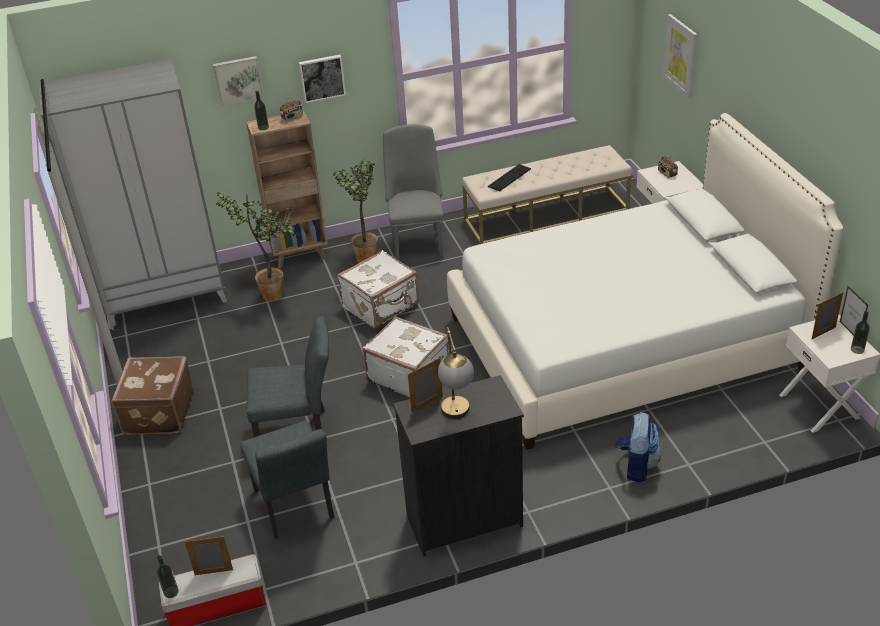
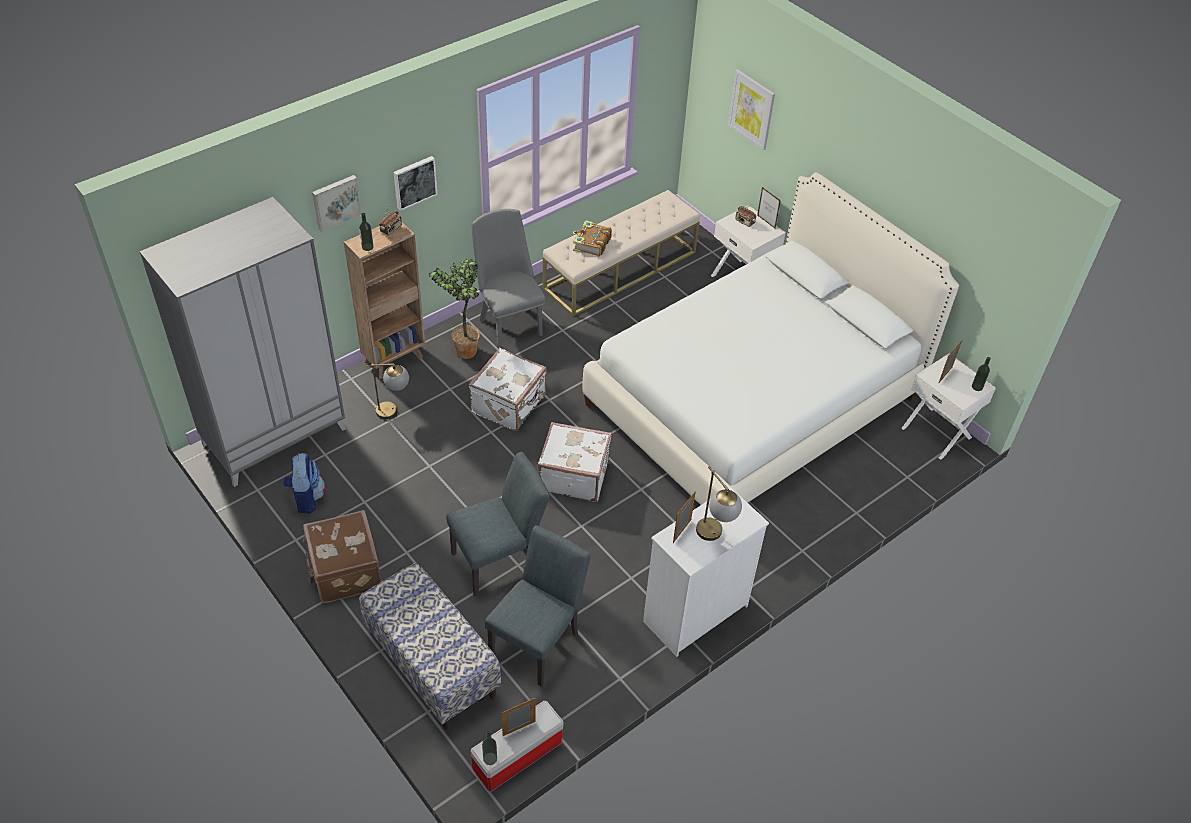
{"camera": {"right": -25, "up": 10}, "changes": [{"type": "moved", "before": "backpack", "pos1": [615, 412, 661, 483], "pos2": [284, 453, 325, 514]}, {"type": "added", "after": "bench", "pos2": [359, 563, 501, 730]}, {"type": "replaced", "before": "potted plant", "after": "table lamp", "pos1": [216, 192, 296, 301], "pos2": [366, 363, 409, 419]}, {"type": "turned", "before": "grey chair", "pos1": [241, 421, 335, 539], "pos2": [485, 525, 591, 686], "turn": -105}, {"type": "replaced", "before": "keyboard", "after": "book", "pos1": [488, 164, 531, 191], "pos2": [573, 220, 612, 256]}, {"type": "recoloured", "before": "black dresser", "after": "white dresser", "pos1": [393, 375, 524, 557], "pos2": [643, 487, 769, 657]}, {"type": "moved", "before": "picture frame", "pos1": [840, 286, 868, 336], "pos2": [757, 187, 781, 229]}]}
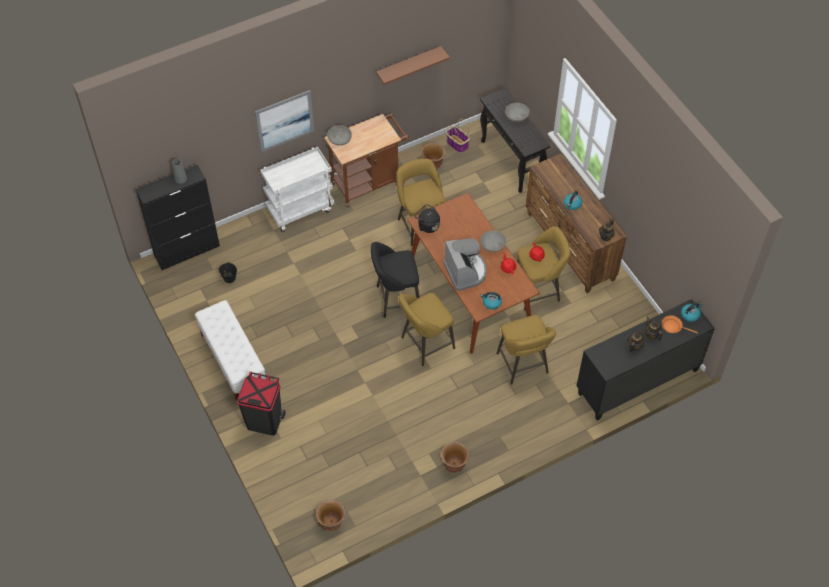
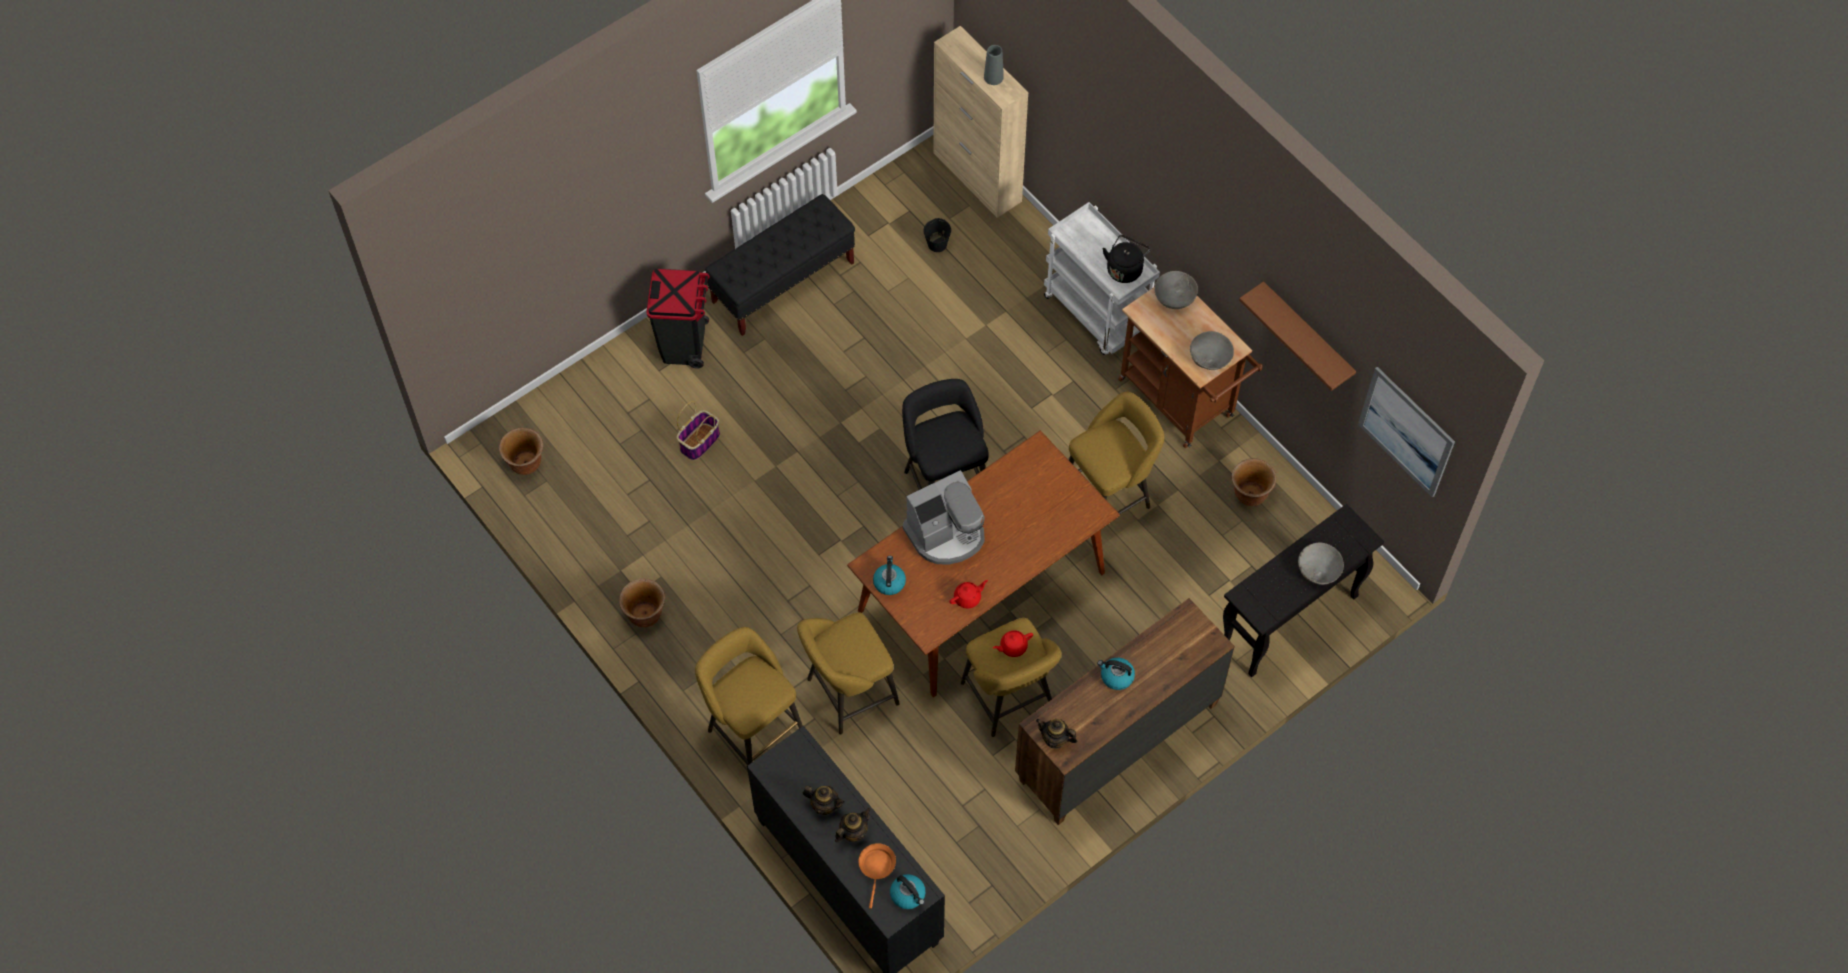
{"camera": {"right": 80, "up": 5}, "changes": [{"type": "moved", "before": "basket", "pos1": [446, 119, 470, 153], "pos2": [677, 401, 720, 460]}, {"type": "moved", "before": "yellow stool", "pos1": [398, 293, 455, 366], "pos2": [695, 627, 803, 765]}, {"type": "recoloured", "before": "white bench", "after": "black bench", "pos1": [195, 300, 266, 402], "pos2": [705, 194, 855, 336]}, {"type": "recoloured", "before": "black cabinet", "after": "beige cabinet", "pos1": [136, 165, 220, 270], "pos2": [933, 26, 1028, 218]}, {"type": "moved", "before": "black kettle", "pos1": [414, 204, 440, 233], "pos2": [1103, 235, 1150, 283]}, {"type": "moved", "before": "grey bowl", "pos1": [480, 230, 507, 252], "pos2": [1190, 331, 1234, 370]}, {"type": "moved", "before": "picture", "pos1": [255, 90, 314, 152], "pos2": [1358, 367, 1455, 498]}]}
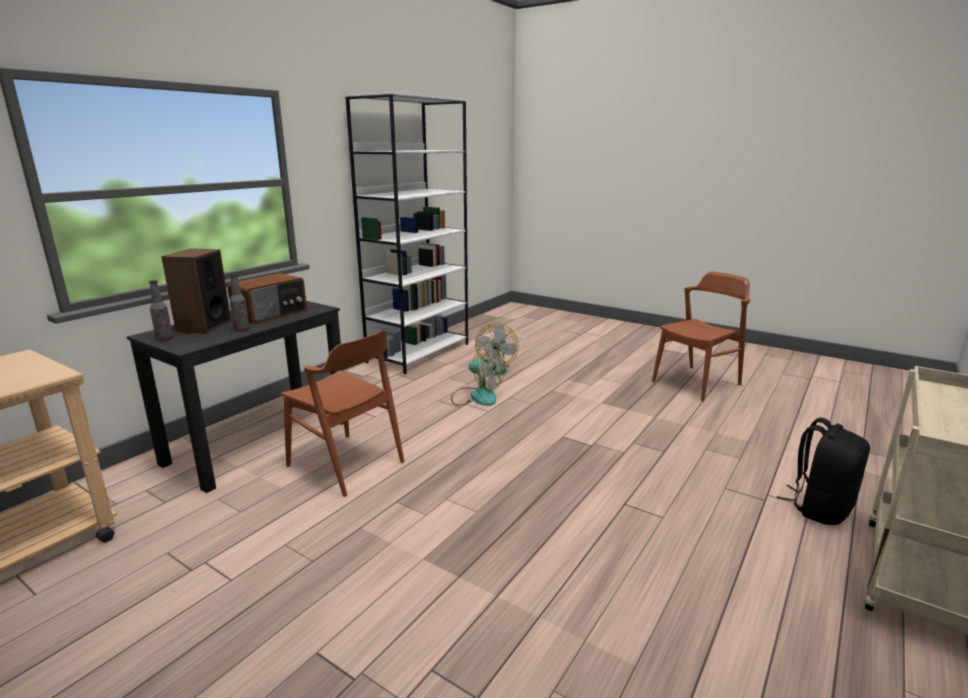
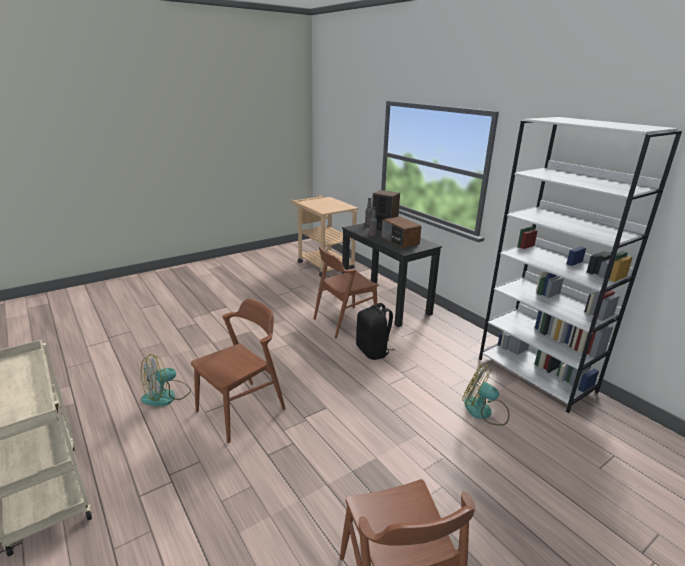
{"camera": {"right": 110, "up": 5}, "changes": [{"type": "moved", "before": "fan", "pos1": [451, 342, 505, 406], "pos2": [141, 354, 191, 406]}, {"type": "added", "after": "brown chair", "pos2": [191, 299, 286, 443]}, {"type": "moved", "before": "black backpack", "pos1": [777, 418, 870, 525], "pos2": [356, 303, 395, 360]}]}
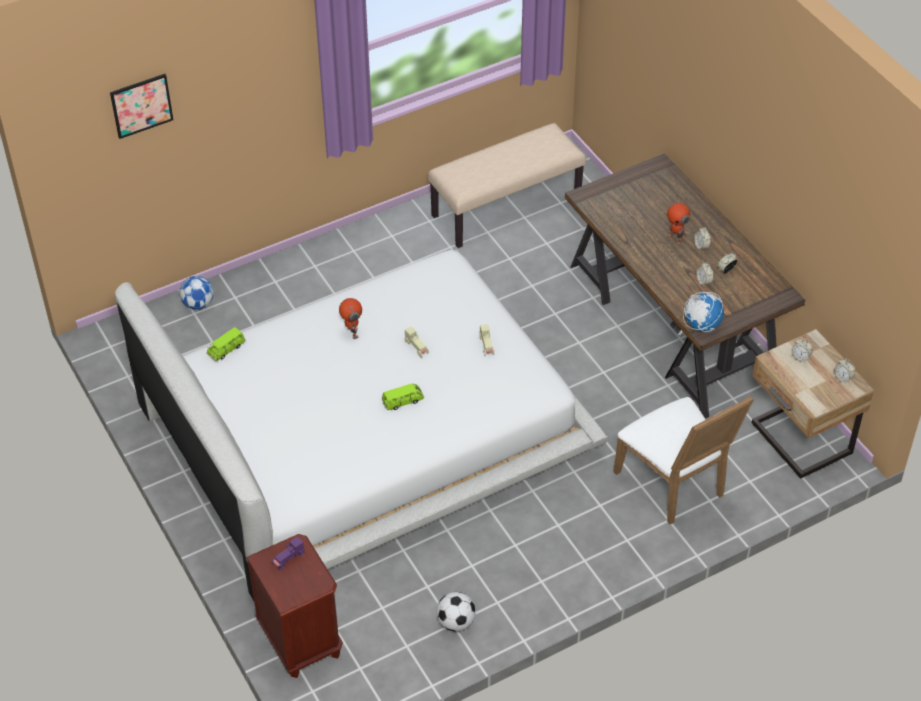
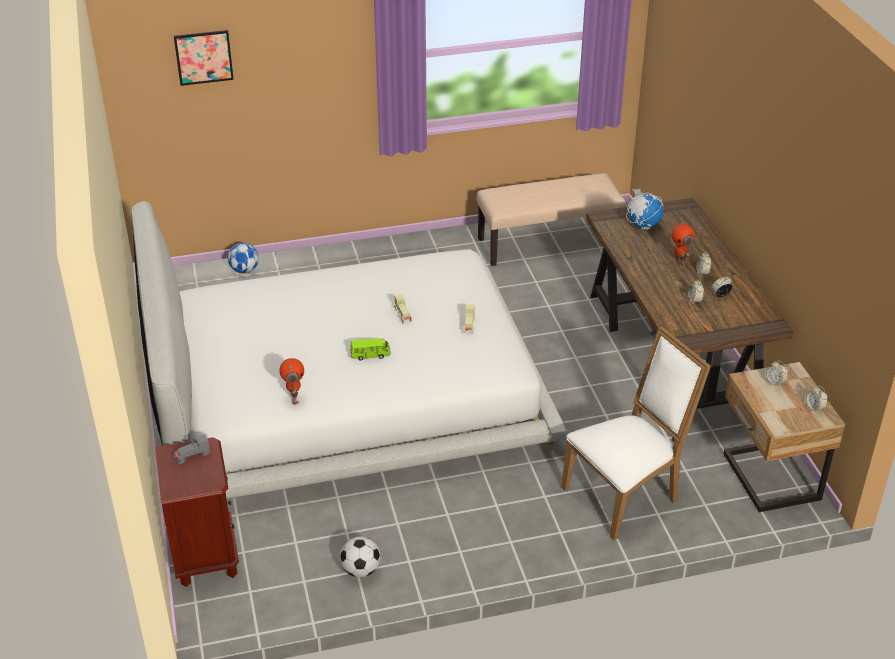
{"camera": {"right": 15, "up": -10}, "changes": [{"type": "recoloured", "before": "purple toy car", "after": "grey toy car", "pos1": [271, 537, 305, 570], "pos2": [174, 435, 210, 464]}, {"type": "moved", "before": "toy robot", "pos1": [339, 298, 362, 339], "pos2": [279, 358, 304, 404]}, {"type": "turned", "before": "white chair", "pos1": [613, 396, 754, 525], "pos2": [561, 326, 711, 541], "turn": -105}, {"type": "moved", "before": "globe", "pos1": [683, 292, 724, 332], "pos2": [626, 189, 664, 230]}, {"type": "removed", "before": "green toy car", "pos1": [207, 327, 245, 361]}]}
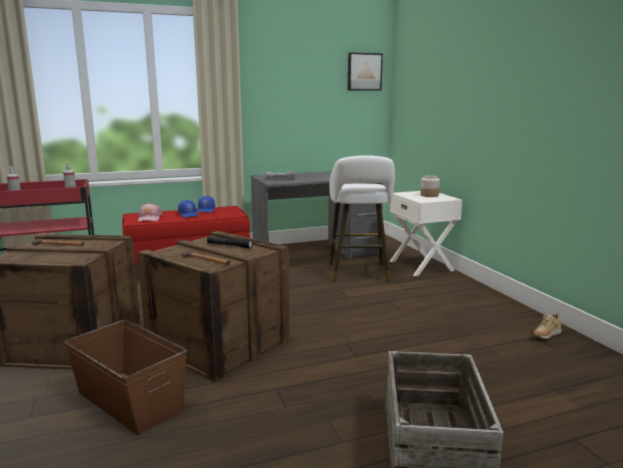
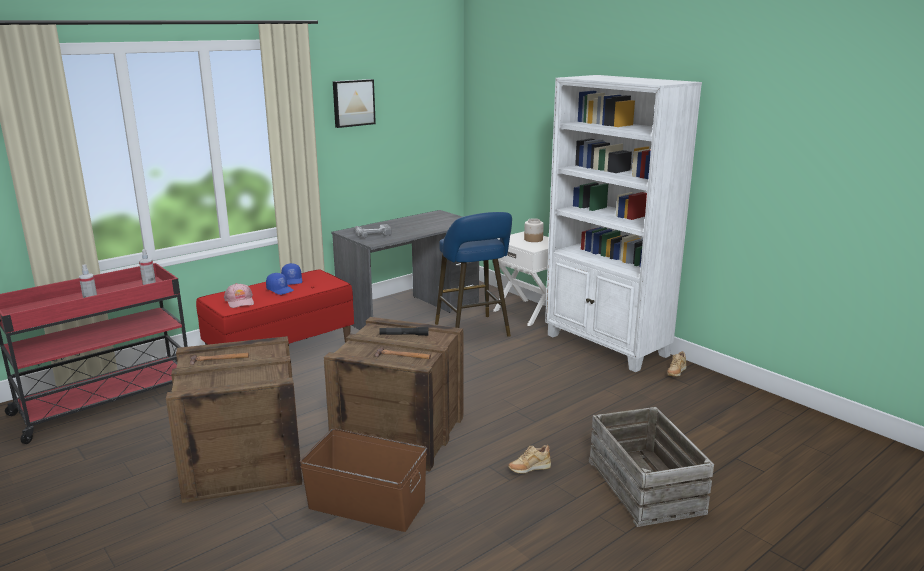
{"camera": {"right": -20, "up": 5}, "changes": [{"type": "moved", "before": "picture", "pos1": [348, 52, 383, 91], "pos2": [333, 79, 376, 128]}, {"type": "recoloured", "before": "white stool", "after": "blue stool", "pos1": [329, 155, 395, 282], "pos2": [435, 212, 512, 337]}, {"type": "added", "after": "beige shoe", "pos2": [508, 445, 551, 474]}, {"type": "added", "after": "white bookcase", "pos2": [545, 75, 702, 372]}]}
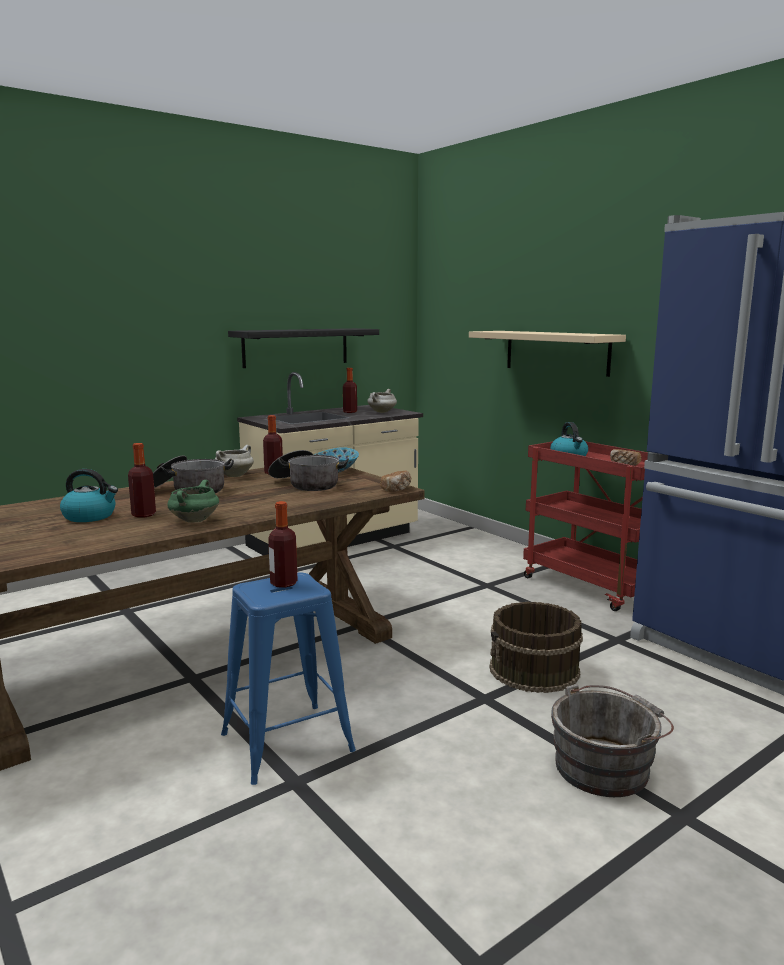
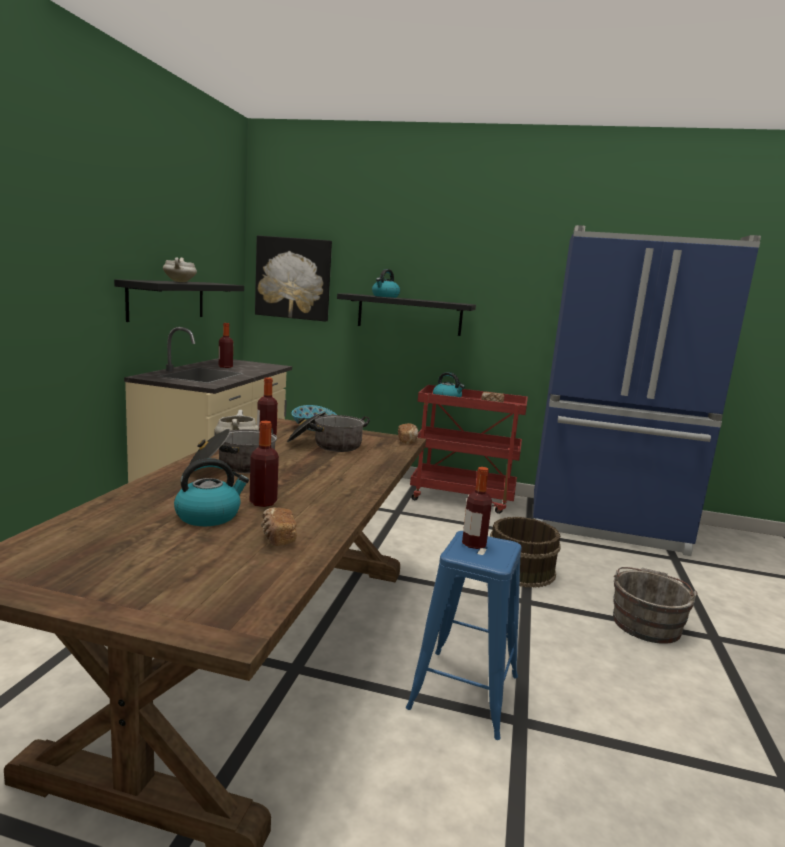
{"camera": {"right": -40, "up": 0}, "changes": [{"type": "moved", "before": "white cooking pot", "pos1": [367, 389, 397, 413], "pos2": [163, 257, 197, 282]}, {"type": "added", "after": "picture", "pos2": [255, 236, 332, 322]}, {"type": "added", "after": "bread", "pos2": [261, 507, 297, 546]}, {"type": "recoloured", "before": "beige shelf", "after": "black shelf", "pos1": [469, 331, 626, 377], "pos2": [337, 294, 476, 336]}, {"type": "added", "after": "kettle", "pos2": [372, 269, 400, 298]}, {"type": "removed", "before": "green cooking pot", "pos1": [167, 480, 219, 523]}]}
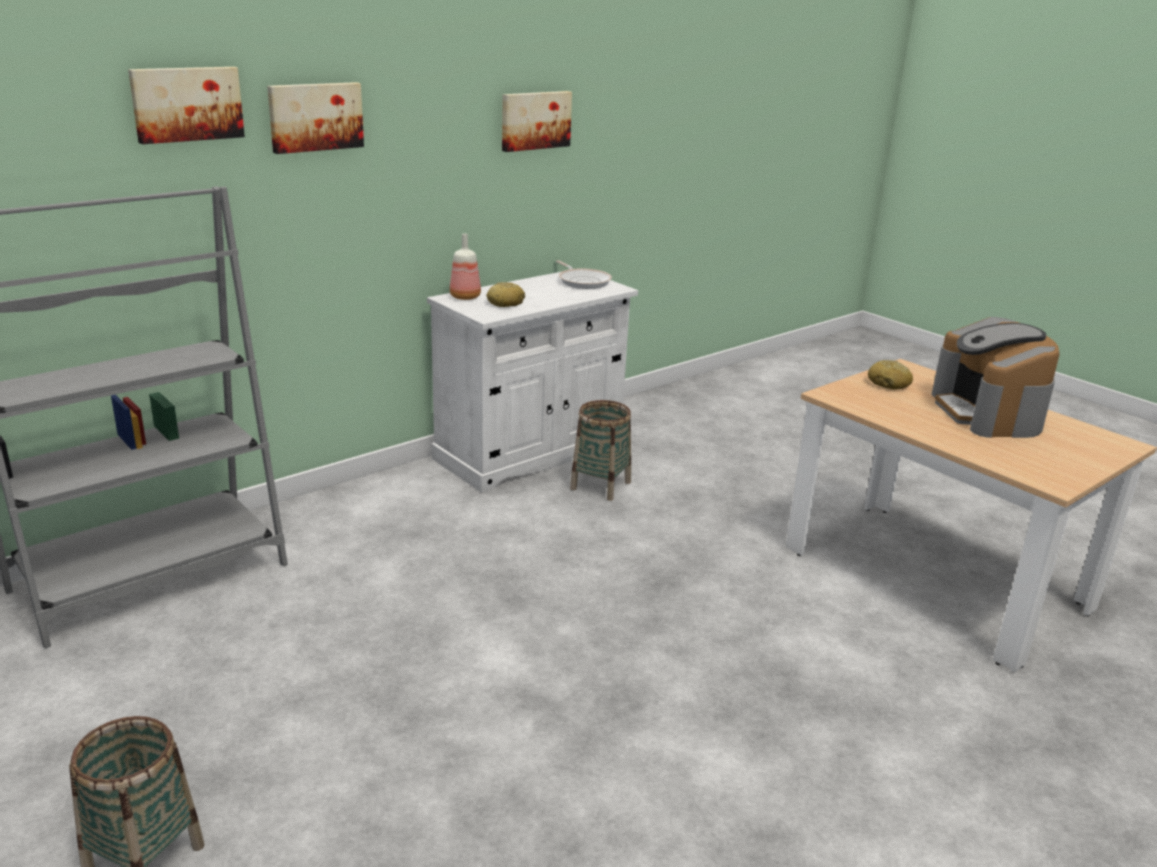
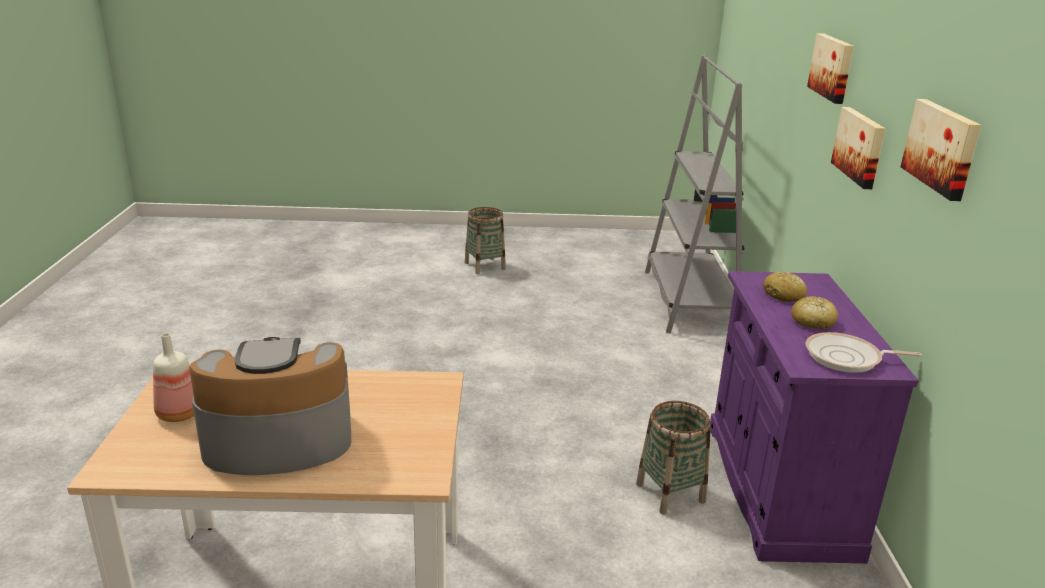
{"camera": {"right": 130, "up": 0}, "changes": [{"type": "moved", "before": "bottle", "pos1": [450, 234, 481, 300], "pos2": [153, 333, 194, 422]}, {"type": "turned", "before": "coffee machine", "pos1": [932, 317, 1060, 438], "pos2": [190, 337, 351, 475], "turn": -45}, {"type": "recoloured", "before": "white cabinet", "after": "purple cabinet", "pos1": [427, 268, 638, 492], "pos2": [710, 271, 919, 563]}, {"type": "moved", "before": "bread", "pos1": [868, 360, 913, 390], "pos2": [791, 296, 838, 329]}, {"type": "moved", "before": "picture", "pos1": [128, 67, 245, 144], "pos2": [831, 107, 886, 189]}]}
